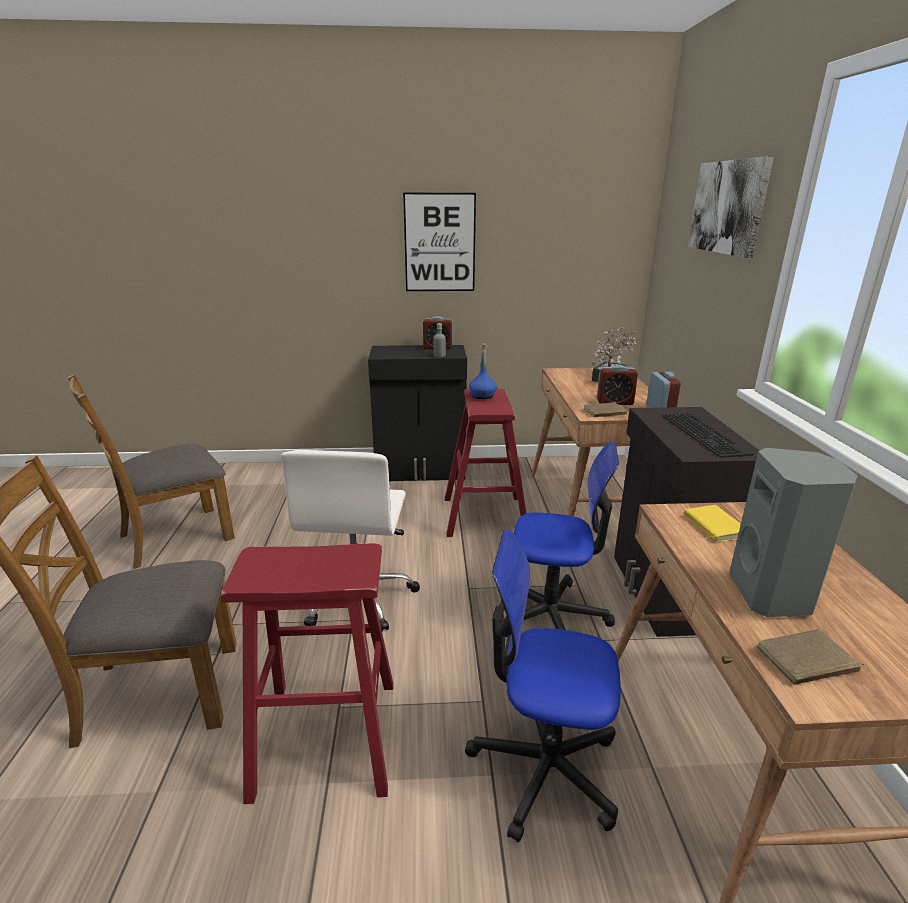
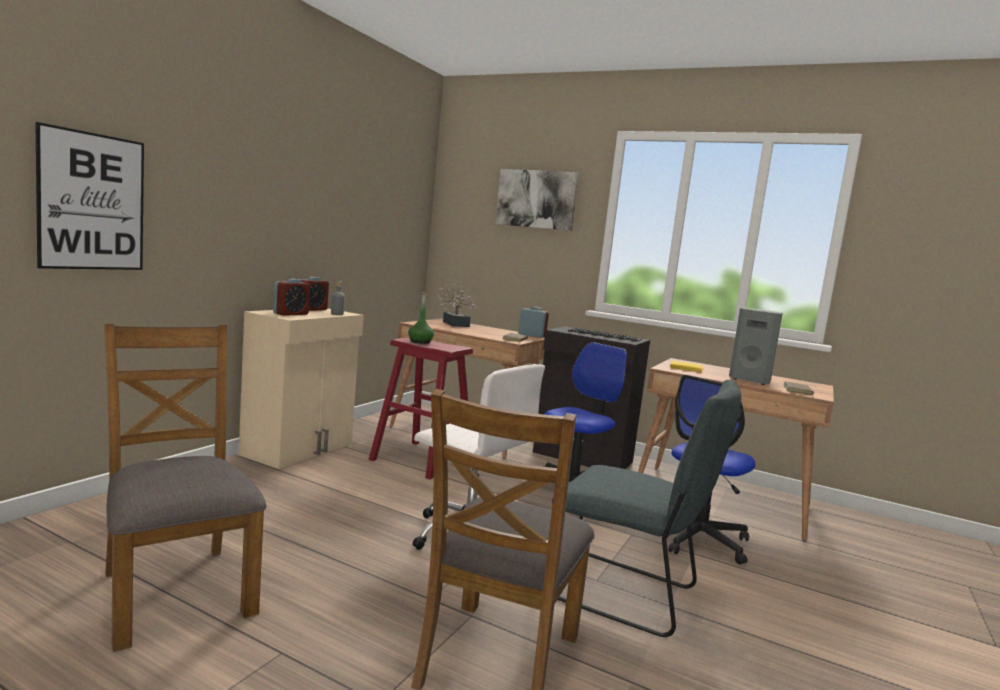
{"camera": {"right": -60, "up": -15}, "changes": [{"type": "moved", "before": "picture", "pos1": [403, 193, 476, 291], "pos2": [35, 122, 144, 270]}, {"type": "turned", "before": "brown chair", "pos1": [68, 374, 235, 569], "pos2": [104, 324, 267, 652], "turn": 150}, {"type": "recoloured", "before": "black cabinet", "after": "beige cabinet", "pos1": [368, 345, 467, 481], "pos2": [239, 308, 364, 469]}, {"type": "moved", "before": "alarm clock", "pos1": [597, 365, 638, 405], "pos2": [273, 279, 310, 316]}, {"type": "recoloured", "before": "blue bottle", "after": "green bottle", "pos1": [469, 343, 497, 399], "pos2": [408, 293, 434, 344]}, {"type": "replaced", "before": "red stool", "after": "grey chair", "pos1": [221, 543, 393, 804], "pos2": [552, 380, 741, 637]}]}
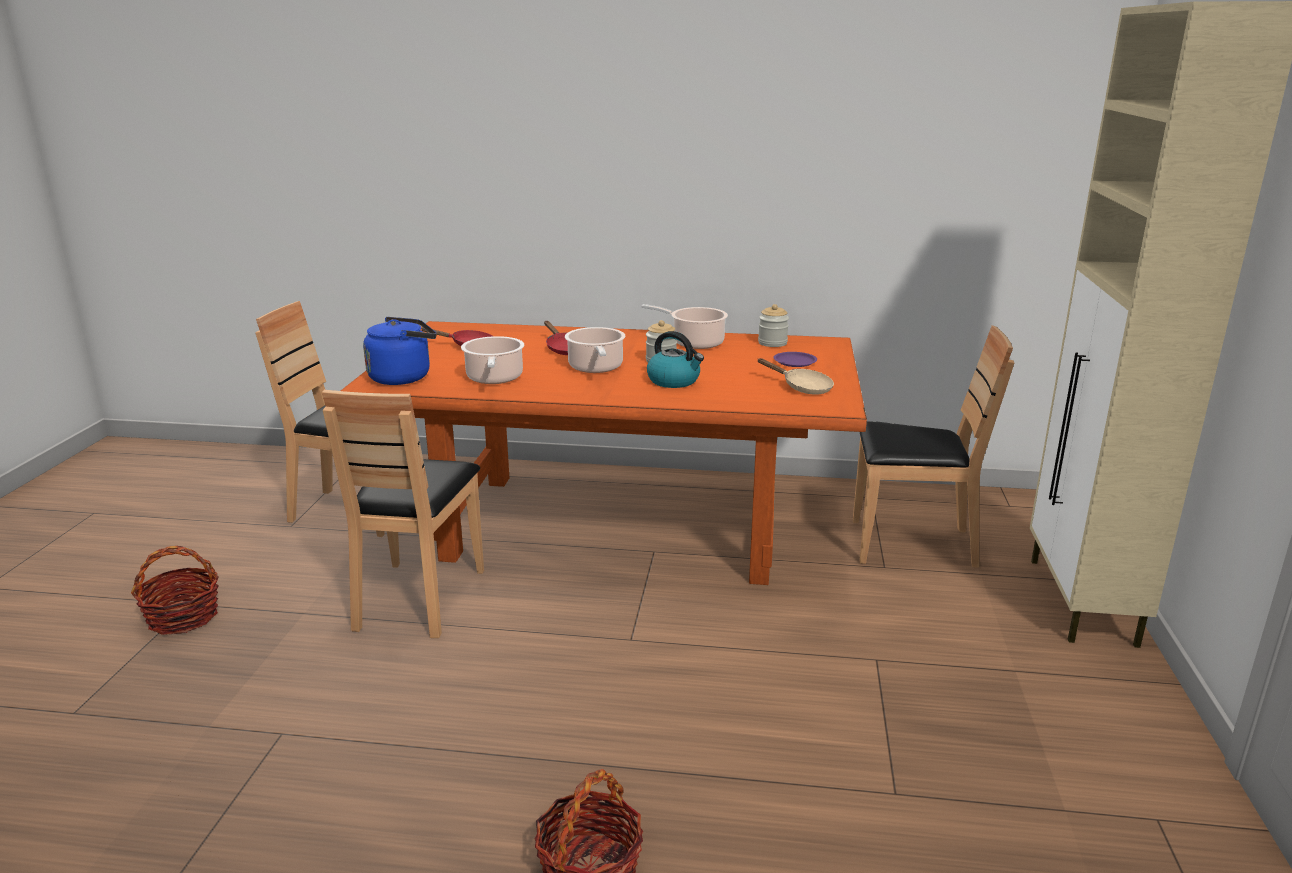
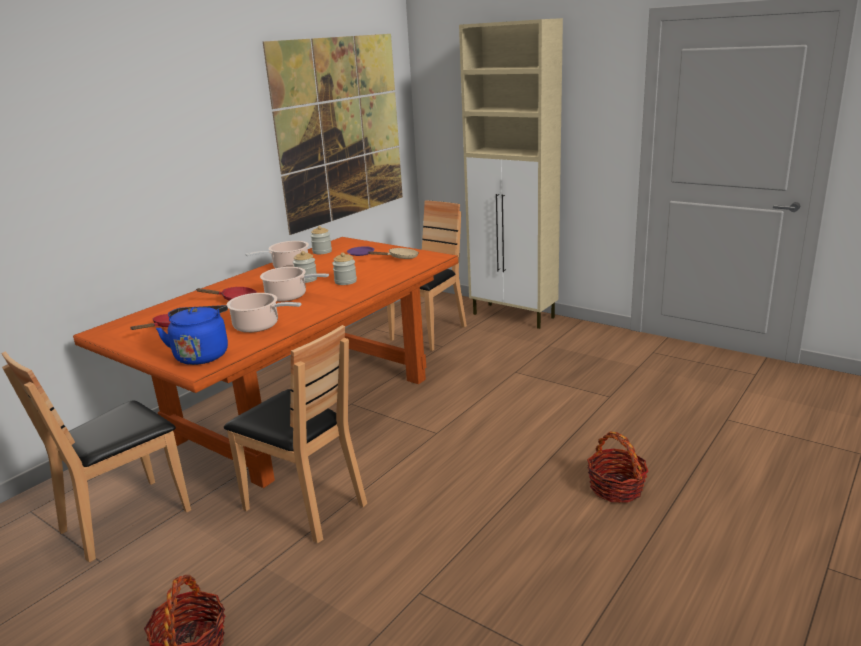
{"camera": {"right": -60, "up": 0}, "changes": [{"type": "added", "after": "picture", "pos2": [263, 34, 403, 235]}, {"type": "replaced", "before": "kettle", "after": "jar", "pos1": [647, 331, 704, 388], "pos2": [332, 252, 357, 285]}]}
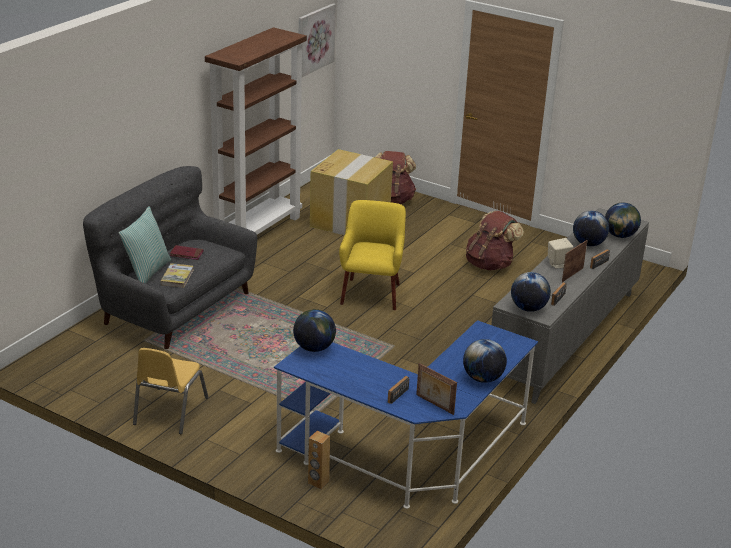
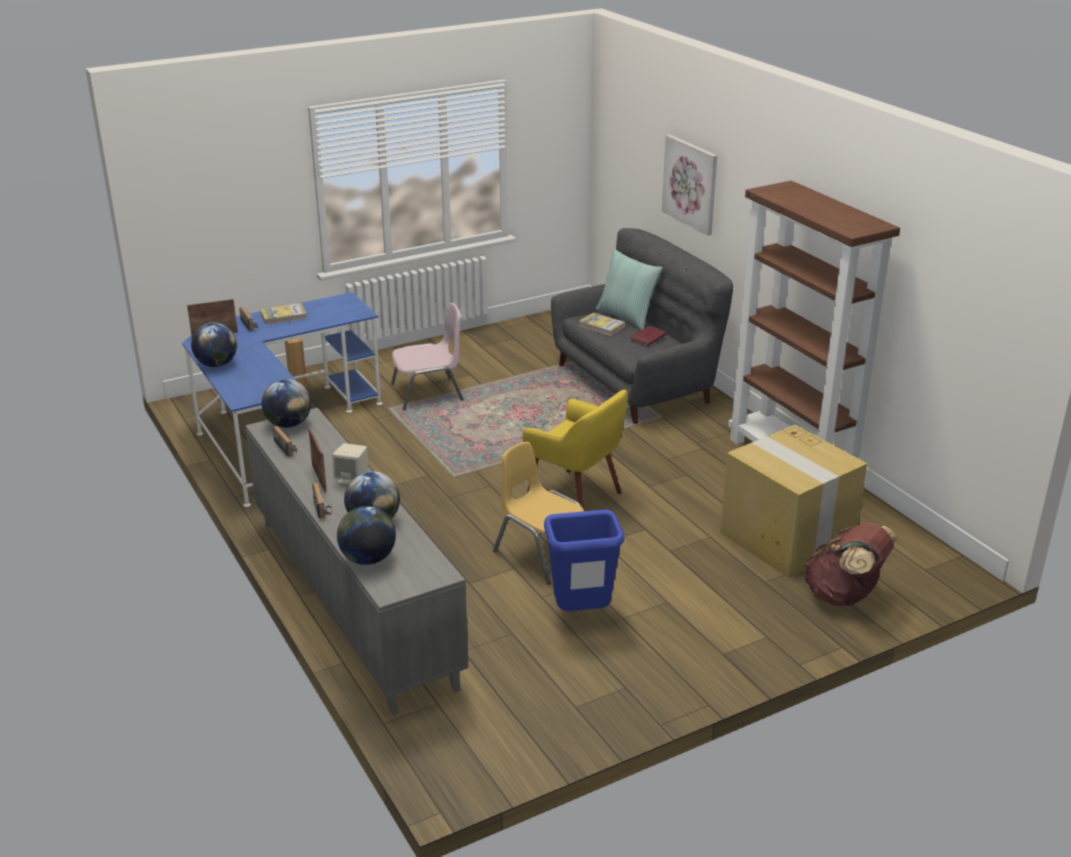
{"camera": {"right": 120, "up": 0}, "changes": [{"type": "added", "after": "book", "pos2": [260, 303, 307, 325]}, {"type": "added", "after": "pink chair", "pos2": [391, 303, 464, 410]}, {"type": "moved", "before": "yellow chair", "pos1": [133, 348, 209, 434], "pos2": [493, 442, 584, 585]}, {"type": "replaced", "before": "brown backpack", "after": "blue trash can", "pos1": [466, 211, 524, 271], "pos2": [544, 509, 624, 611]}, {"type": "moved", "before": "picture", "pos1": [299, 3, 336, 77], "pos2": [662, 134, 717, 236]}, {"type": "removed", "before": "globe", "pos1": [293, 309, 336, 352]}]}
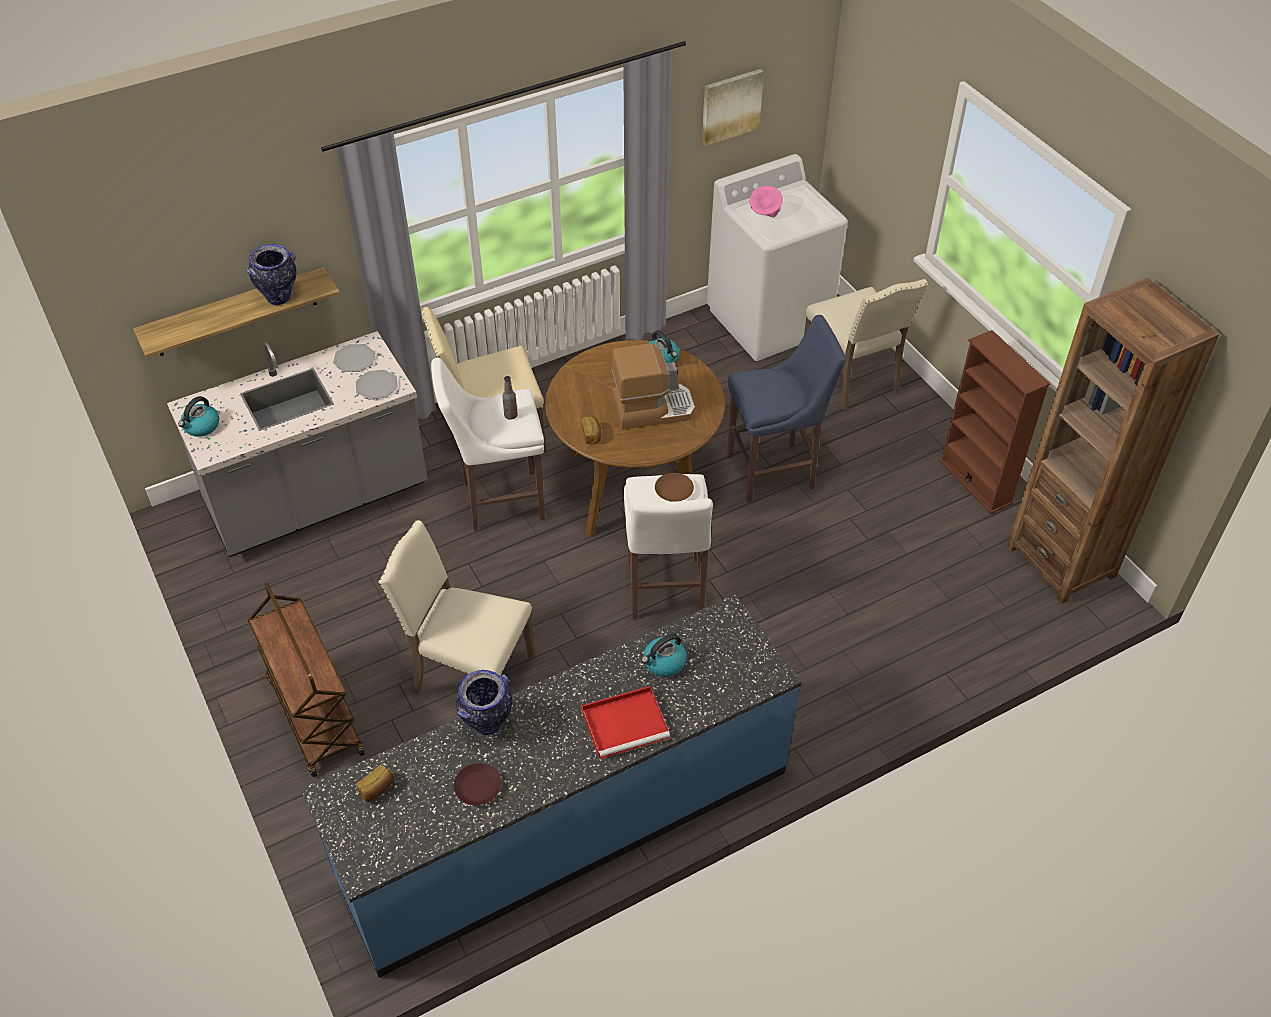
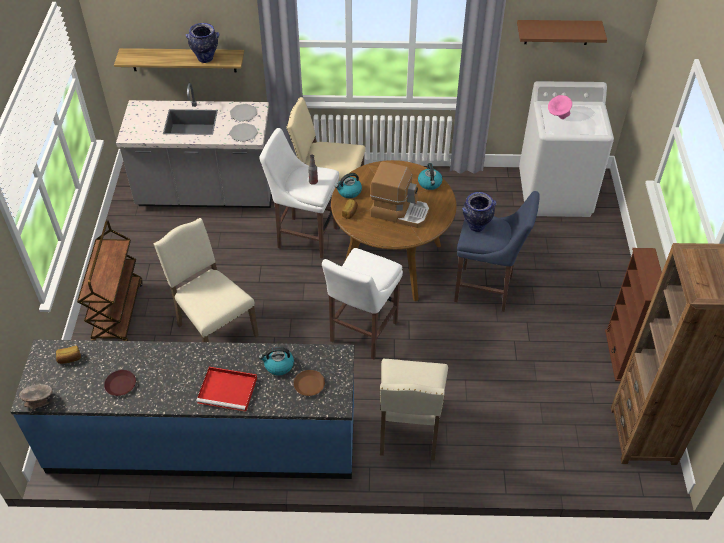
{"camera": {"right": 30, "up": 0}, "changes": [{"type": "added", "after": "grey bowl", "pos2": [19, 384, 53, 410]}, {"type": "moved", "before": "brown plate", "pos1": [655, 473, 694, 502], "pos2": [294, 370, 325, 396]}, {"type": "moved", "before": "kettle", "pos1": [178, 396, 219, 437], "pos2": [335, 173, 362, 198]}, {"type": "moved", "before": "beige chair", "pos1": [804, 279, 928, 411], "pos2": [380, 358, 448, 461]}, {"type": "moved", "before": "vase", "pos1": [456, 670, 512, 735], "pos2": [462, 192, 496, 232]}, {"type": "replaced", "before": "picture", "after": "brown shelf", "pos1": [702, 69, 764, 146], "pos2": [517, 20, 607, 45]}]}
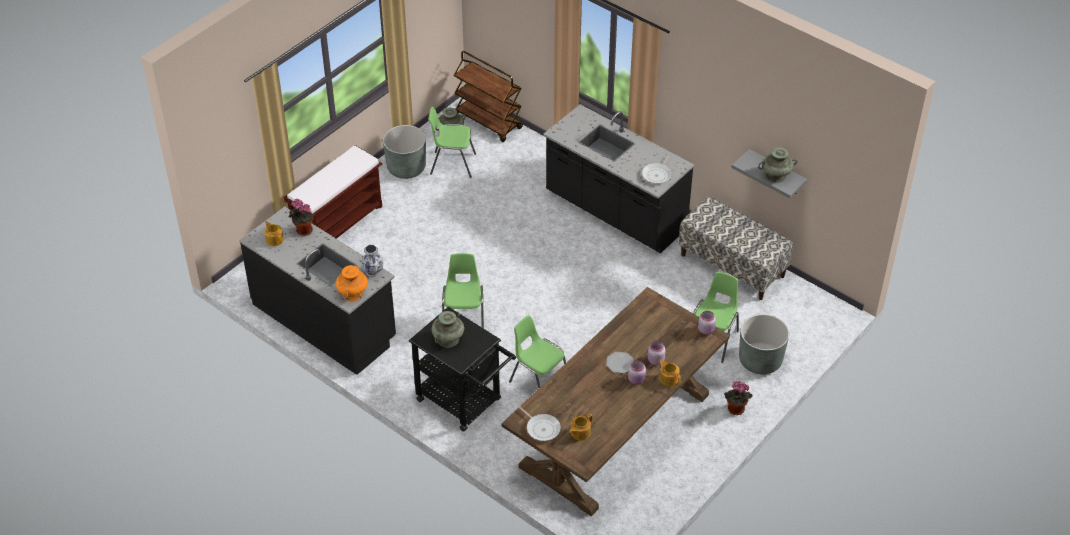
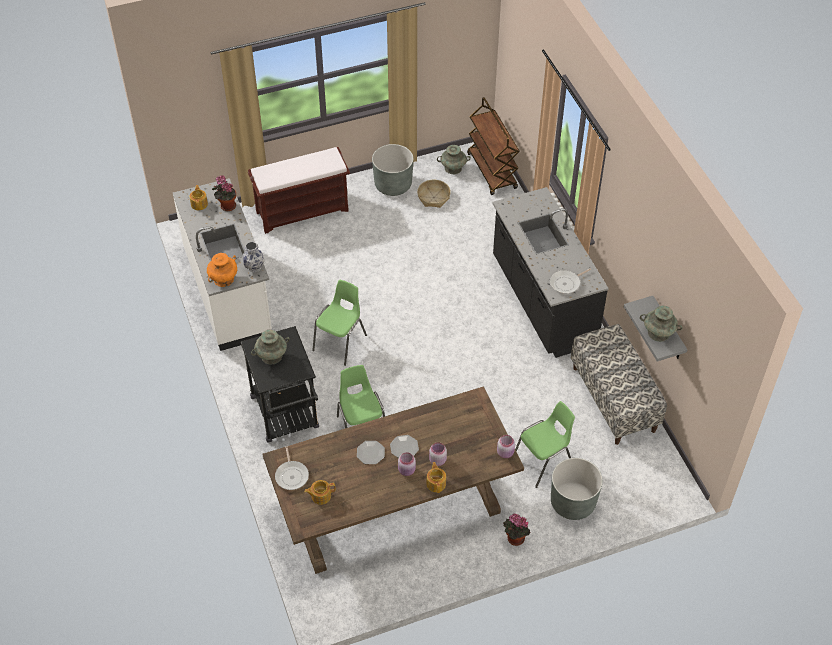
{"camera": {"right": 30, "up": 5}, "changes": [{"type": "recoloured", "before": "black counter", "after": "white counter", "pos1": [239, 207, 396, 375], "pos2": [173, 178, 272, 351]}, {"type": "added", "after": "plate", "pos2": [357, 441, 385, 464]}, {"type": "replaced", "before": "green chair", "after": "basket", "pos1": [429, 107, 476, 178], "pos2": [417, 180, 451, 208]}]}
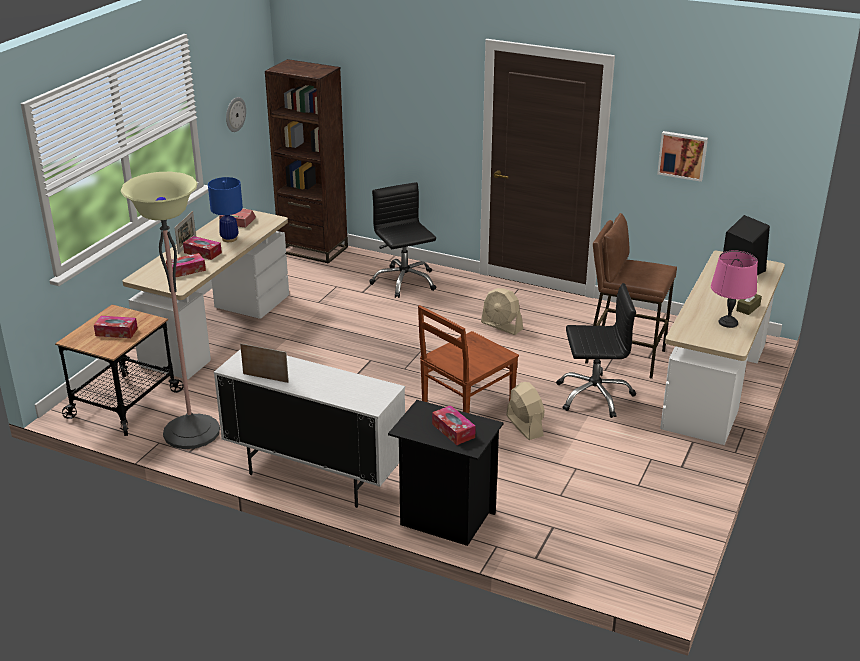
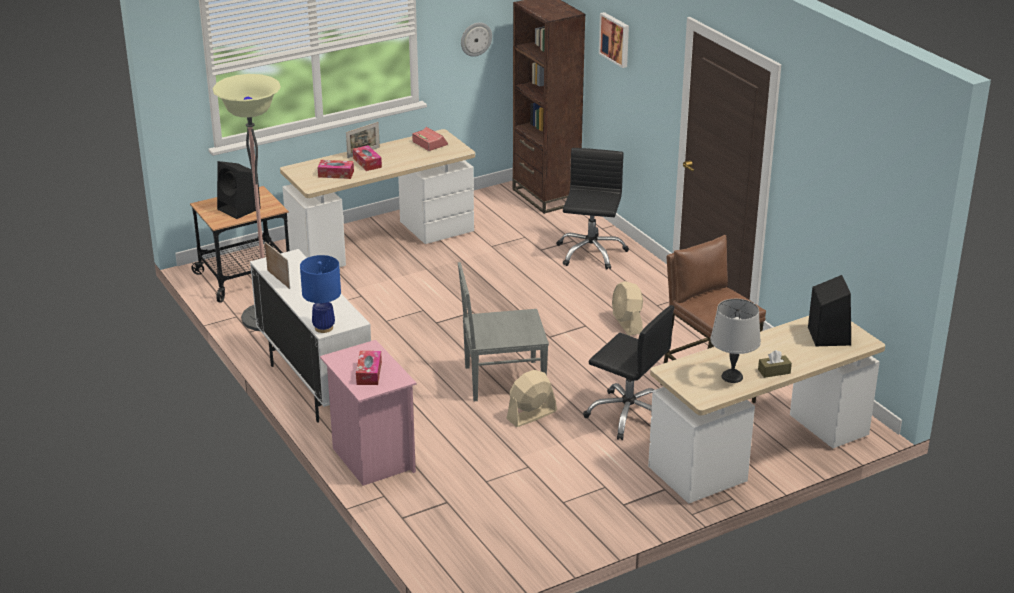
{"camera": {"right": 35, "up": 0}, "changes": [{"type": "replaced", "before": "tissue box", "after": "black speaker", "pos1": [94, 316, 138, 338], "pos2": [217, 161, 261, 219]}, {"type": "moved", "before": "blue table lamp", "pos1": [208, 177, 243, 242], "pos2": [300, 255, 341, 333]}, {"type": "recoloured", "before": "black nightstand", "after": "pink nightstand", "pos1": [388, 400, 504, 546], "pos2": [320, 340, 417, 486]}, {"type": "recoloured", "before": "brown chair", "after": "grey chair", "pos1": [418, 305, 519, 413], "pos2": [458, 262, 549, 401]}, {"type": "turned", "before": "beige fan", "pos1": [506, 382, 545, 440], "pos2": [506, 370, 557, 427], "turn": -135}, {"type": "moved", "before": "picture", "pos1": [657, 131, 708, 182], "pos2": [599, 12, 629, 68]}, {"type": "recoloured", "before": "pink table lamp", "after": "grey table lamp", "pos1": [711, 251, 758, 328], "pos2": [710, 299, 761, 383]}]}
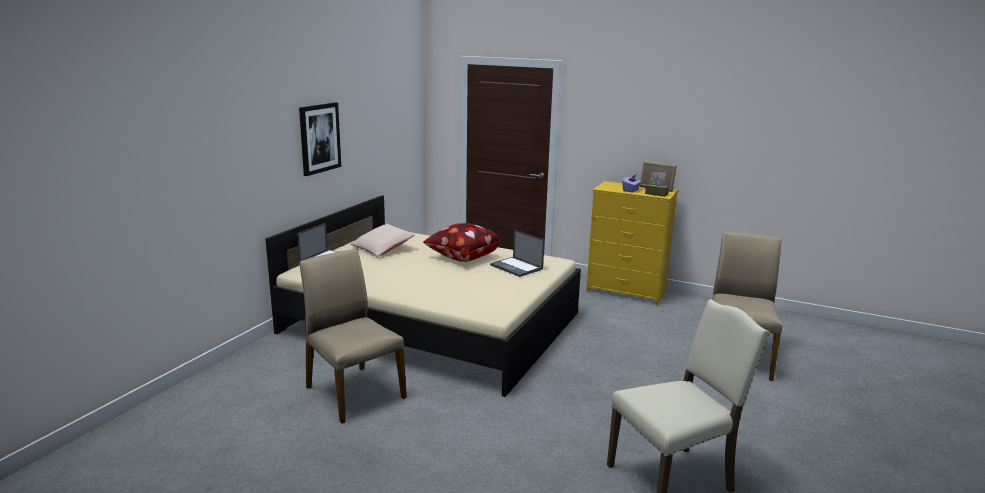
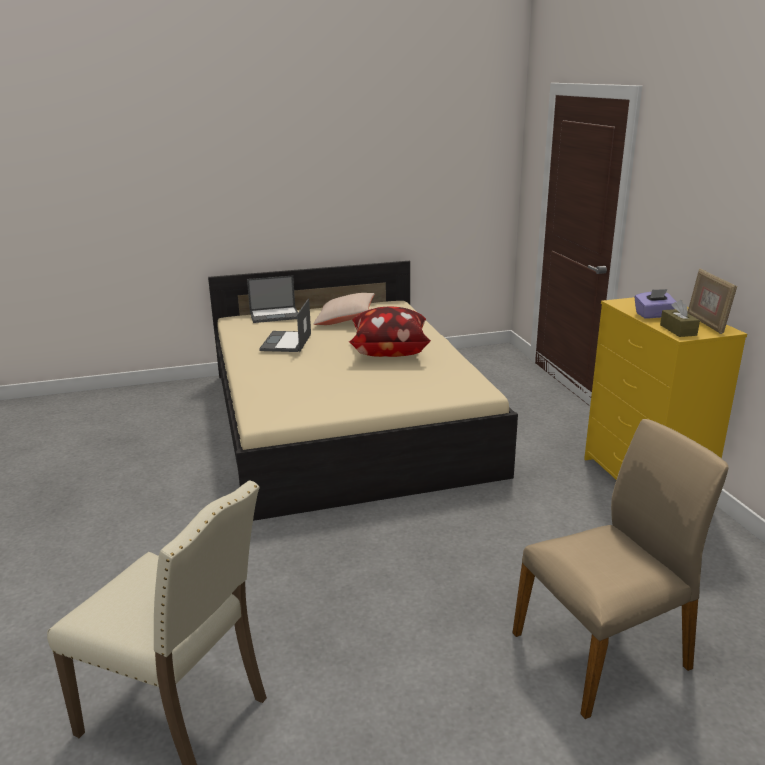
{"camera": {"right": 50, "up": 5}, "changes": [{"type": "moved", "before": "laptop", "pos1": [490, 230, 545, 277], "pos2": [259, 298, 311, 352]}, {"type": "removed", "before": "picture", "pos1": [299, 103, 341, 176]}, {"type": "removed", "before": "beige chair", "pos1": [299, 249, 407, 424]}]}
